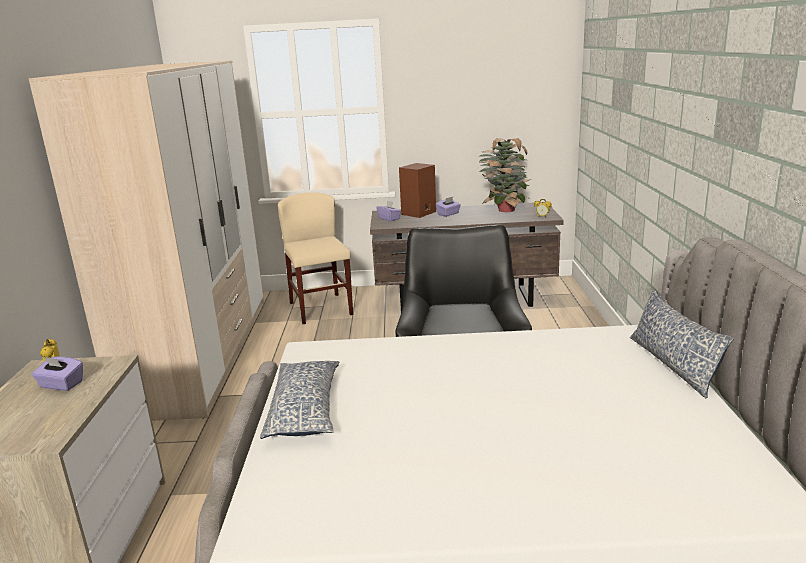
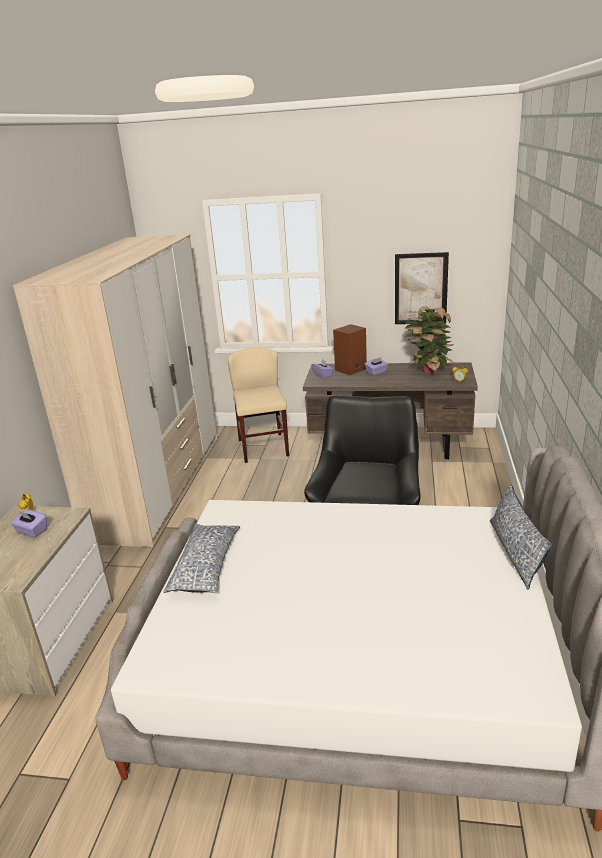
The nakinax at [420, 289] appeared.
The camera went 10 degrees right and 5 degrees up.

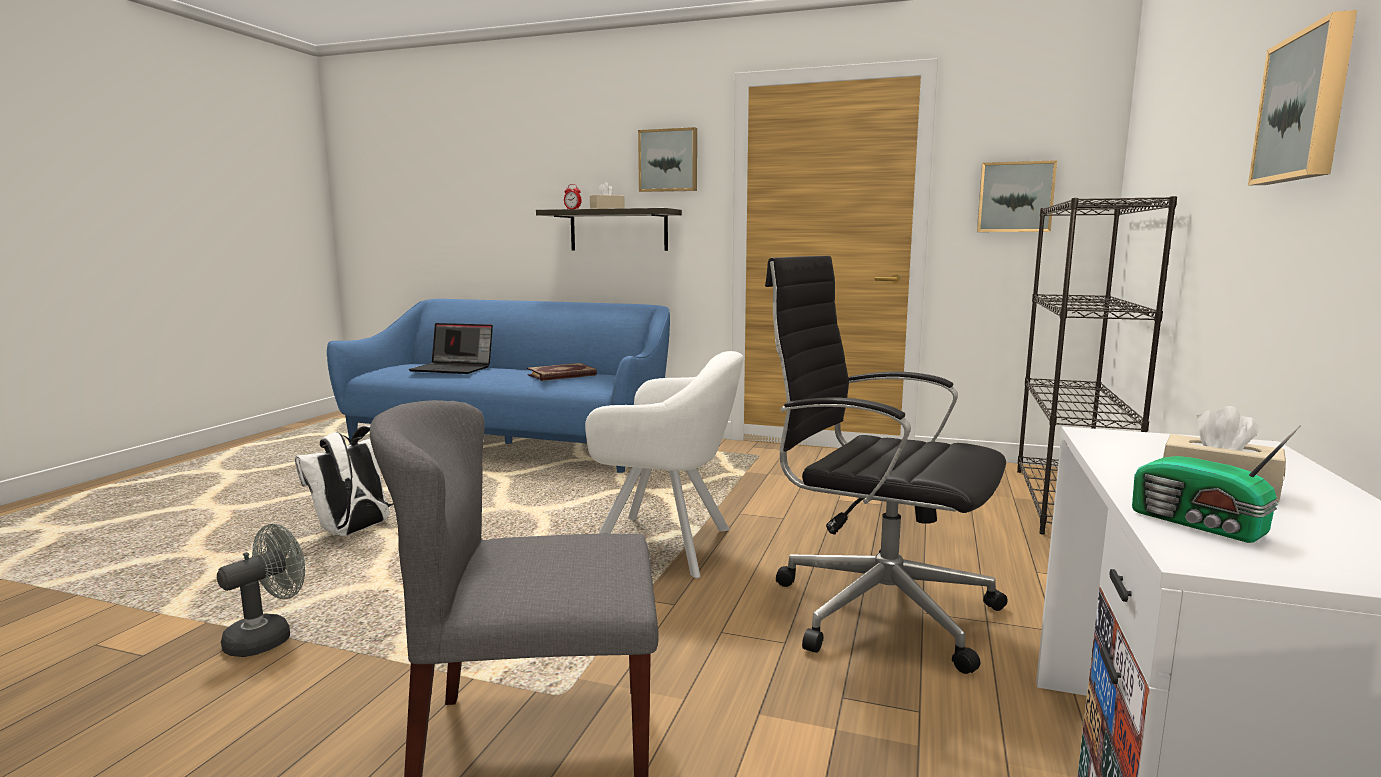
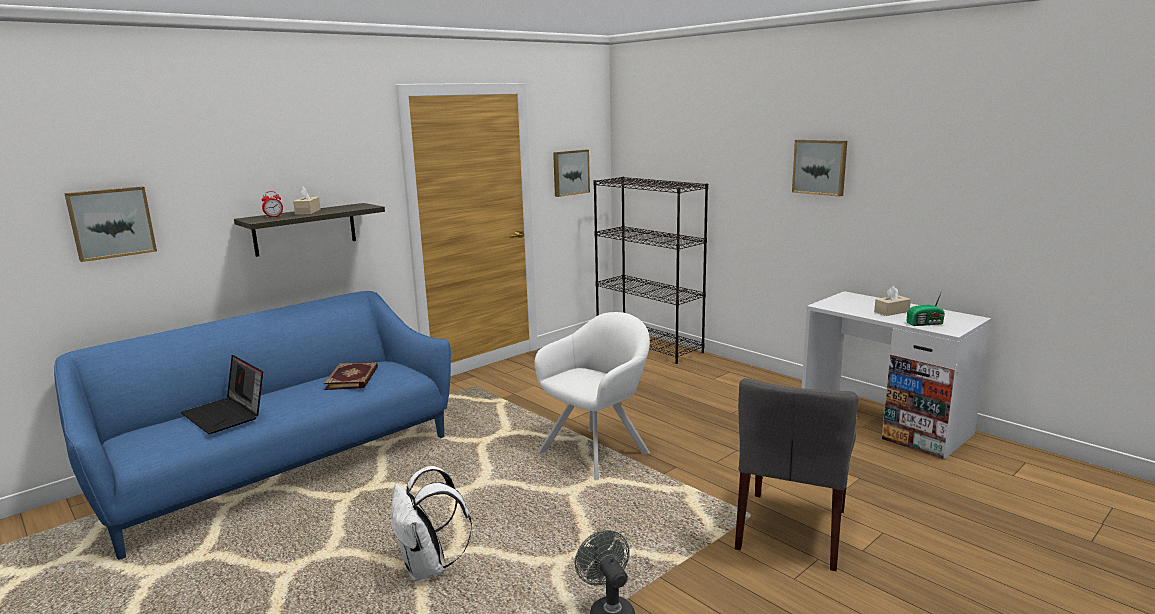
The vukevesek at [454, 368] turned 90 degrees clockwise.
The nakinax moved from [668, 160] to [111, 222].
The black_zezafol at [877, 608] disappeared.
The camera went 60 degrees left and 5 degrees up.

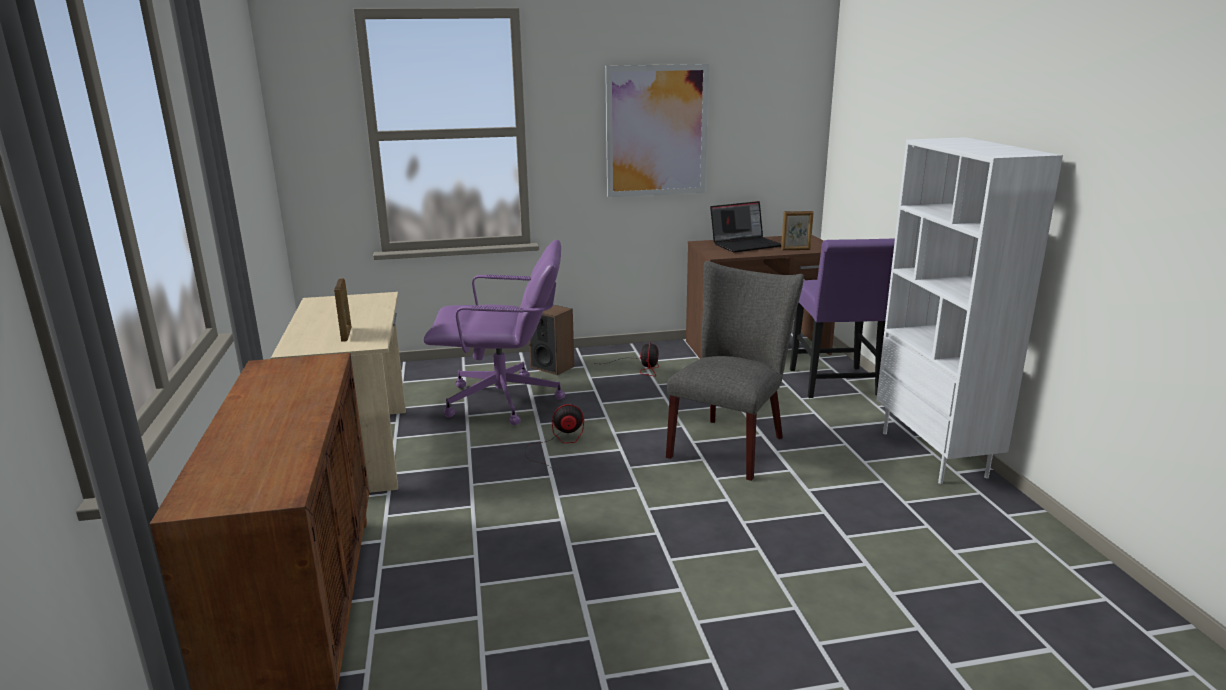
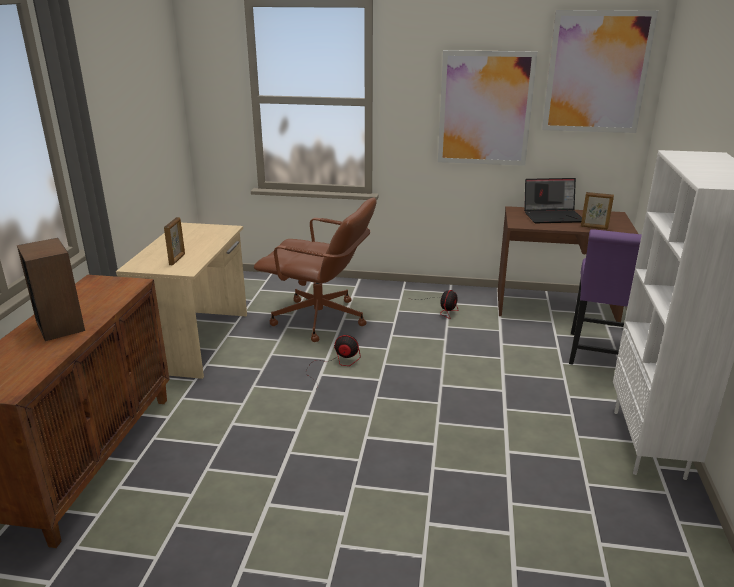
The purple_zezafol at [504, 401] became the brown_zezafol at [320, 320].
The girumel moved from [552, 367] to [60, 326].
The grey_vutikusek at [730, 444] disappeared.
The nakinax at [596, 72] appeared.
The camera went 20 degrees right and 5 degrees up.

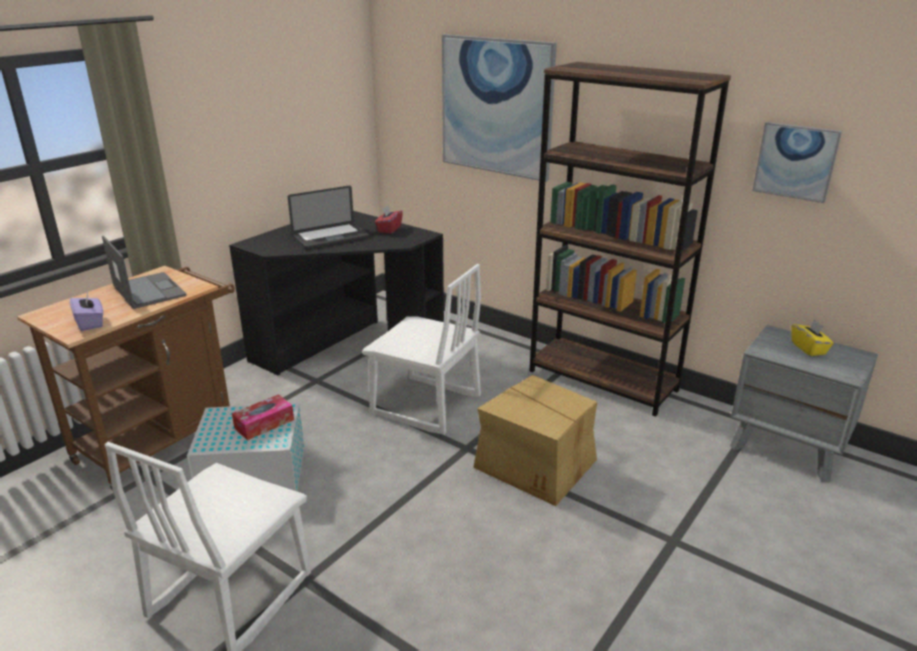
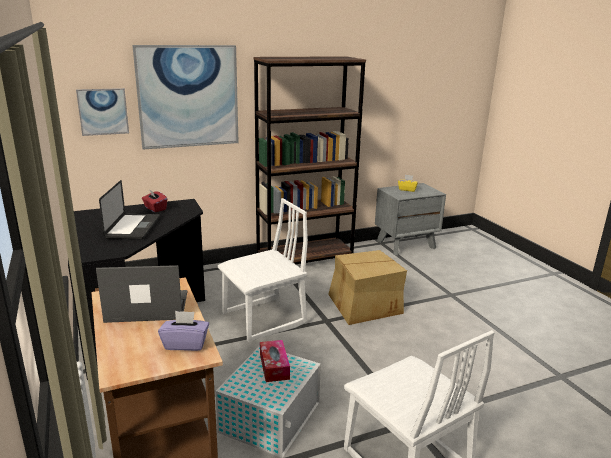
The nakinax moved from [795, 161] to [103, 111].
The camera went 60 degrees left and 5 degrees down.

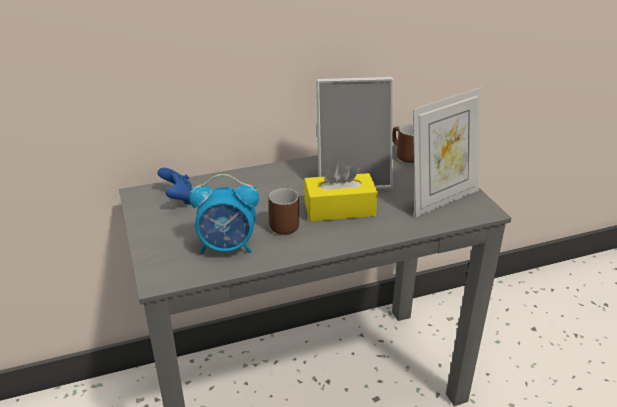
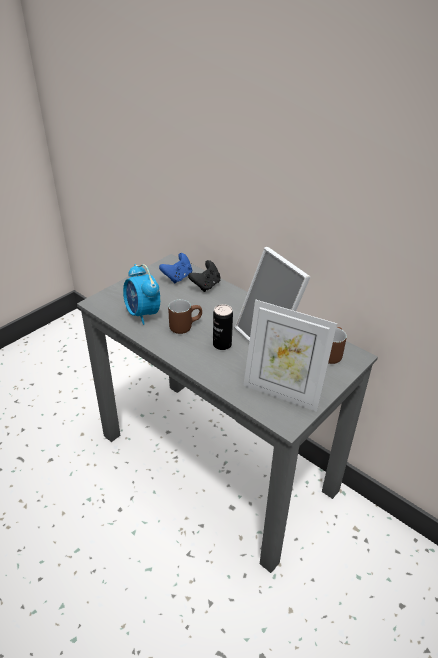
The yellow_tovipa at [339, 209] was replaced by the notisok at [222, 344].
The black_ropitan at [206, 285] appeared.
The camera went 60 degrees right and 5 degrees up.

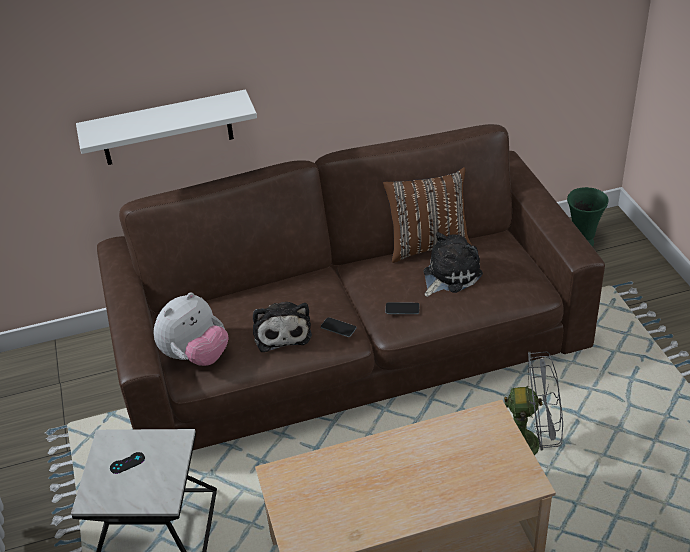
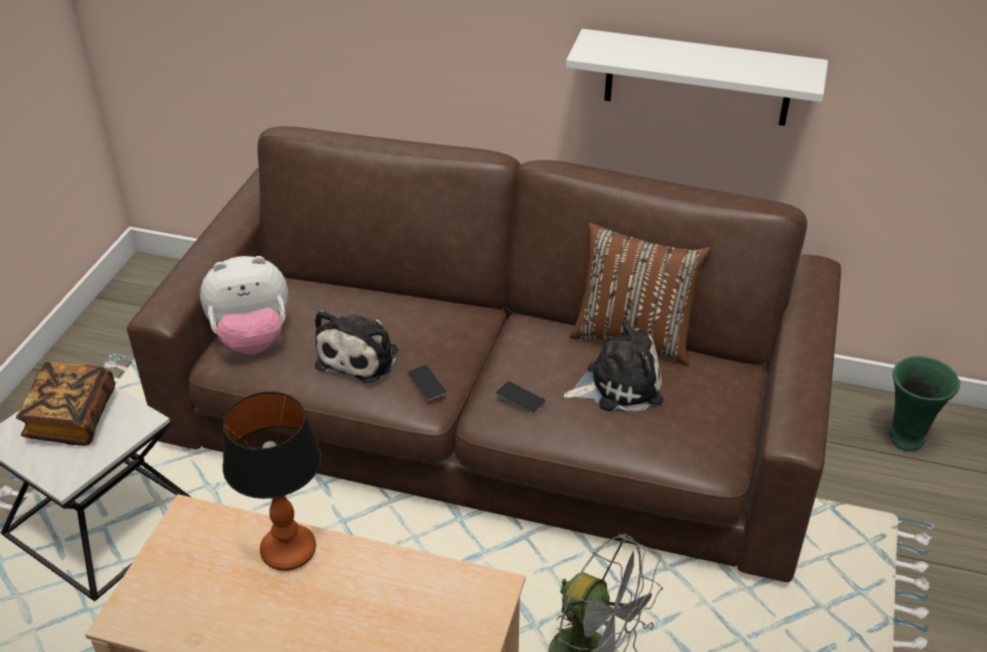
The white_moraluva moved from [166, 128] to [697, 78].
The black_ropitan at [127, 463] was replaced by the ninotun at [72, 418].
The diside at [290, 551] appeared.
The camera went 30 degrees right and 0 degrees up.

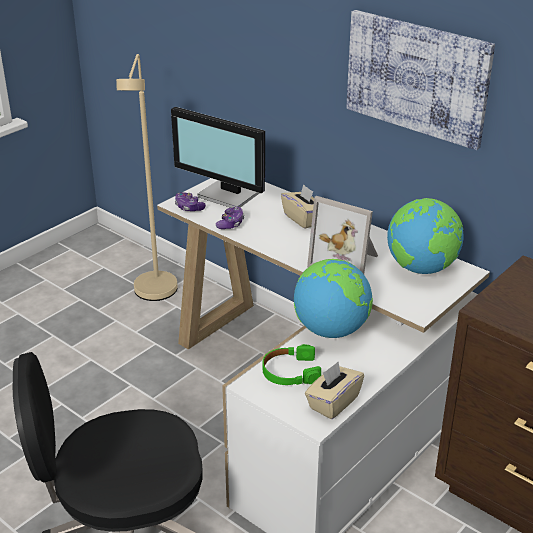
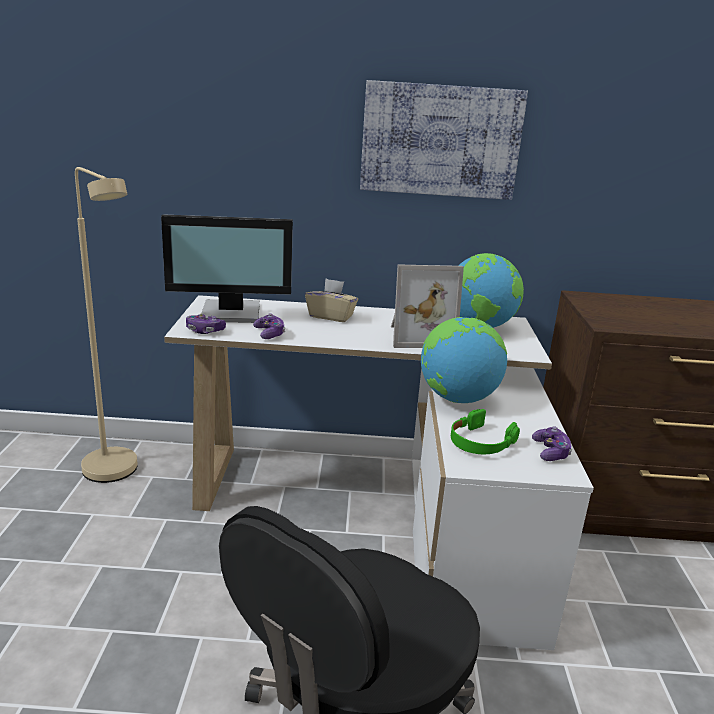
The beige_tovipa at [333, 402] was replaced by the ropitan at [550, 452].
The camera went 40 degrees left and 10 degrees down.

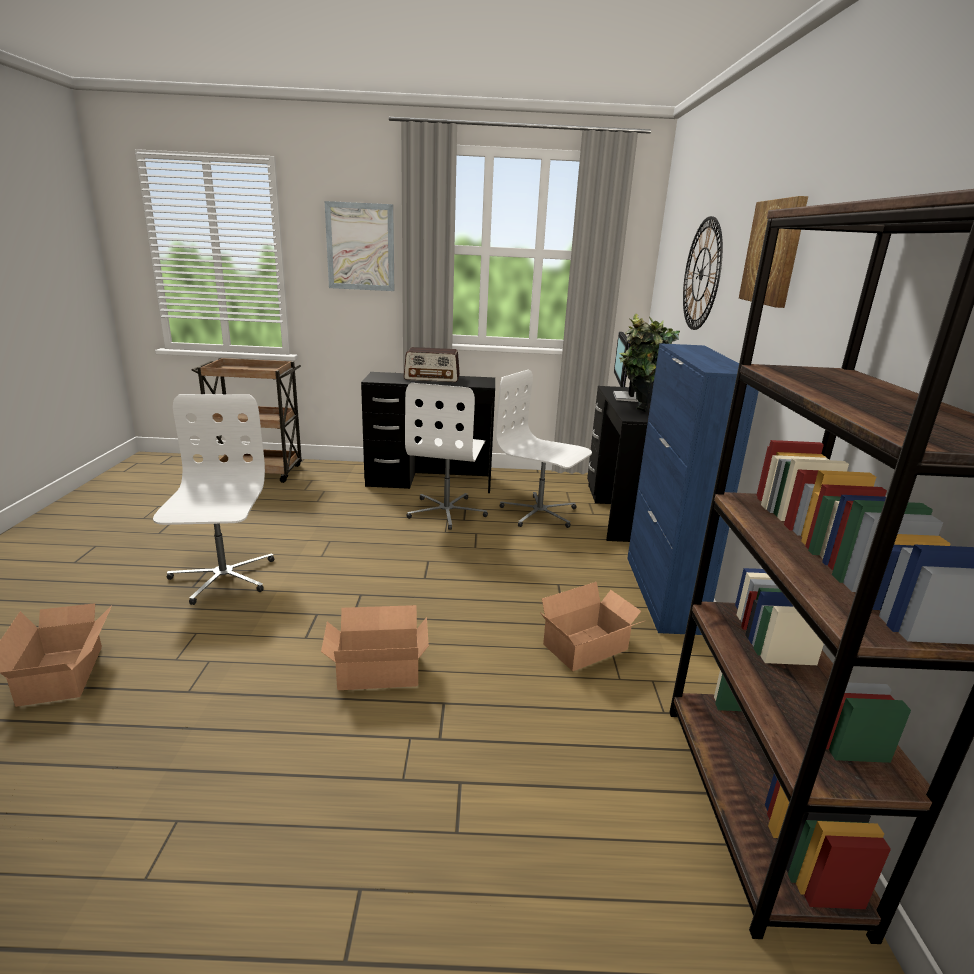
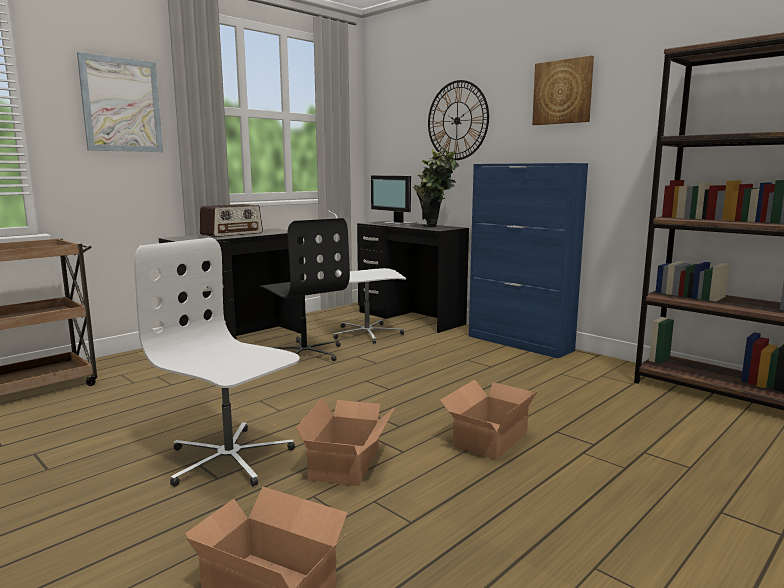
The white_zezafol at [447, 512] became the black_zezafol at [305, 353].
The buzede moved from [589, 648] to [349, 462].
The camera went 45 degrees left and 10 degrees down.

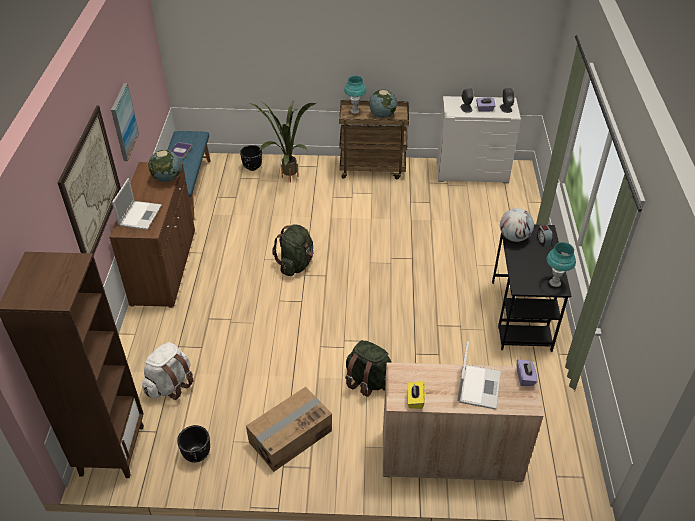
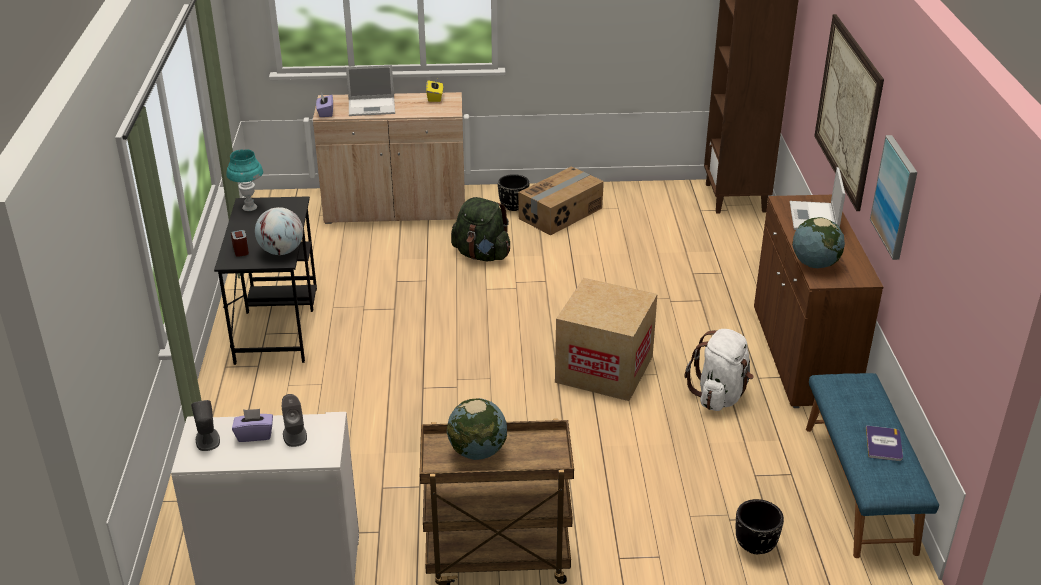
The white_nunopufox moved from [170, 385] to [720, 395].
The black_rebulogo moved from [197, 454] to [513, 207].
The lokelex at [285, 178] disappeared.
The green_nunopufox at [296, 264] was replaced by the buzede at [604, 369].
The turquoise_diside at [355, 111] disappeared.
The vukevesek at [478, 385] turned 105 degrees counterclockwise.
The camera went 175 degrees right and 10 degrees down.

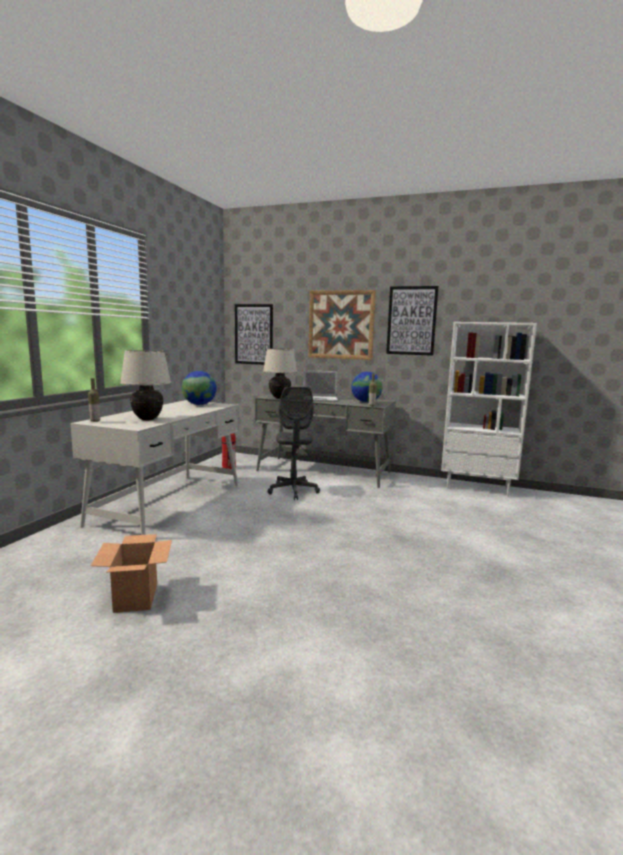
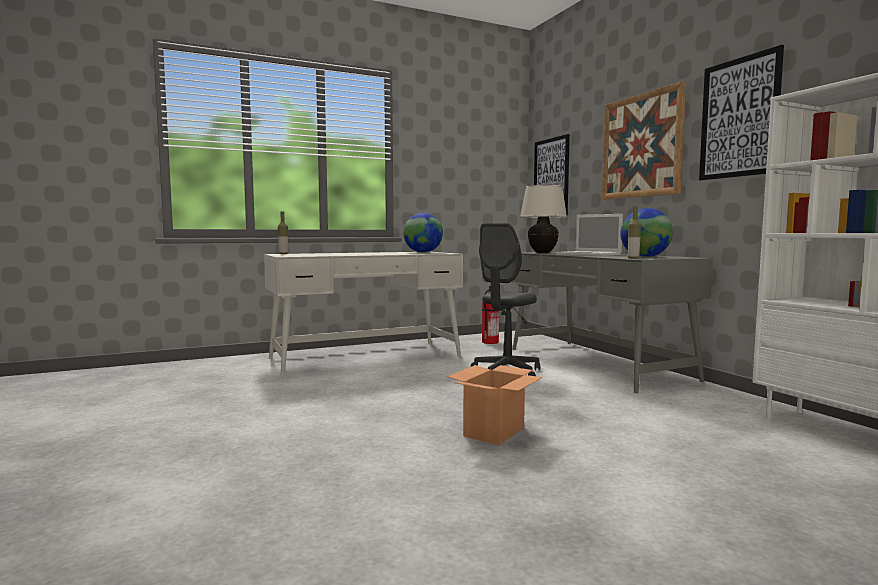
The buzede moved from [136, 597] to [494, 432].
The beige_diside at [147, 419] disappeared.
The camera went 45 degrees right and 5 degrees down.

